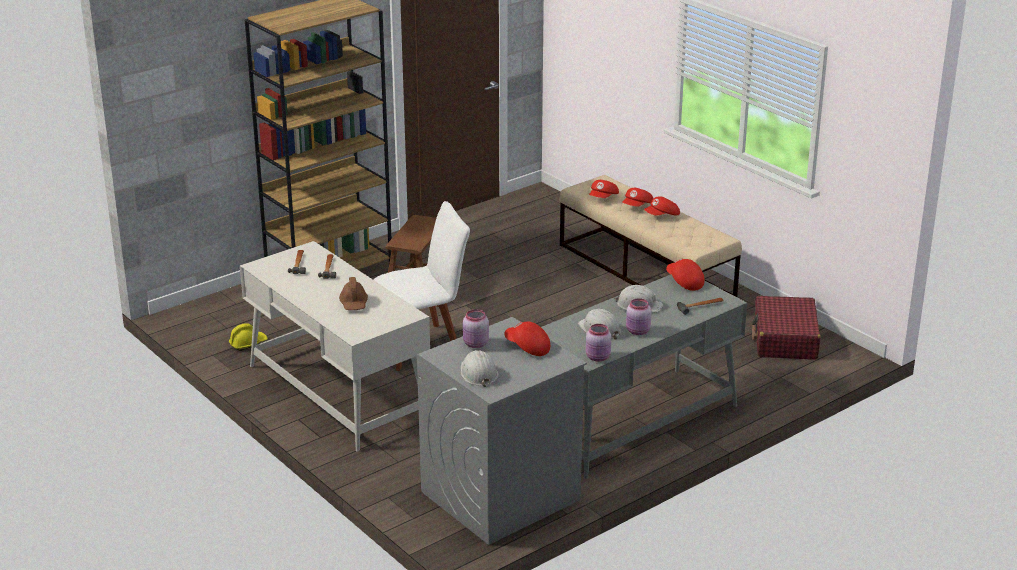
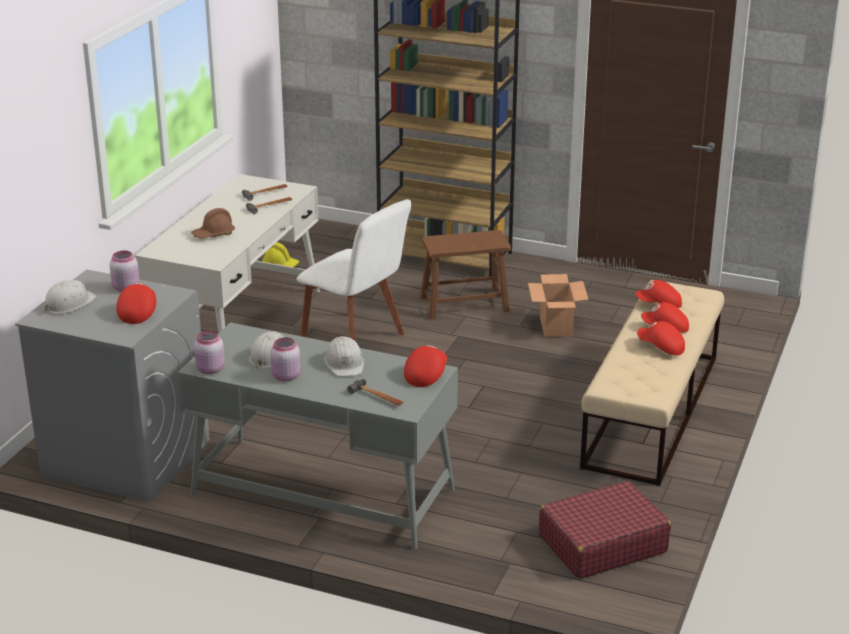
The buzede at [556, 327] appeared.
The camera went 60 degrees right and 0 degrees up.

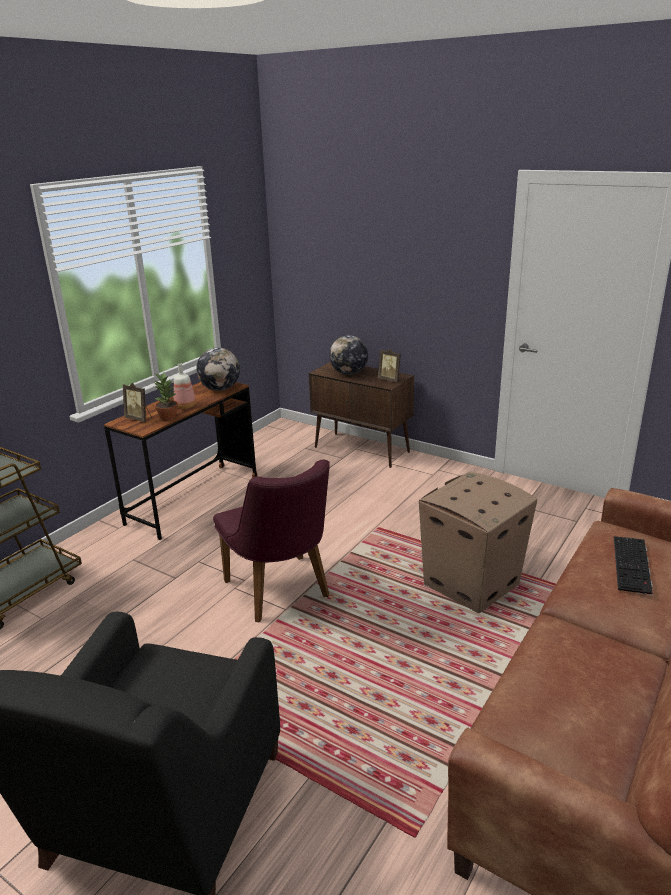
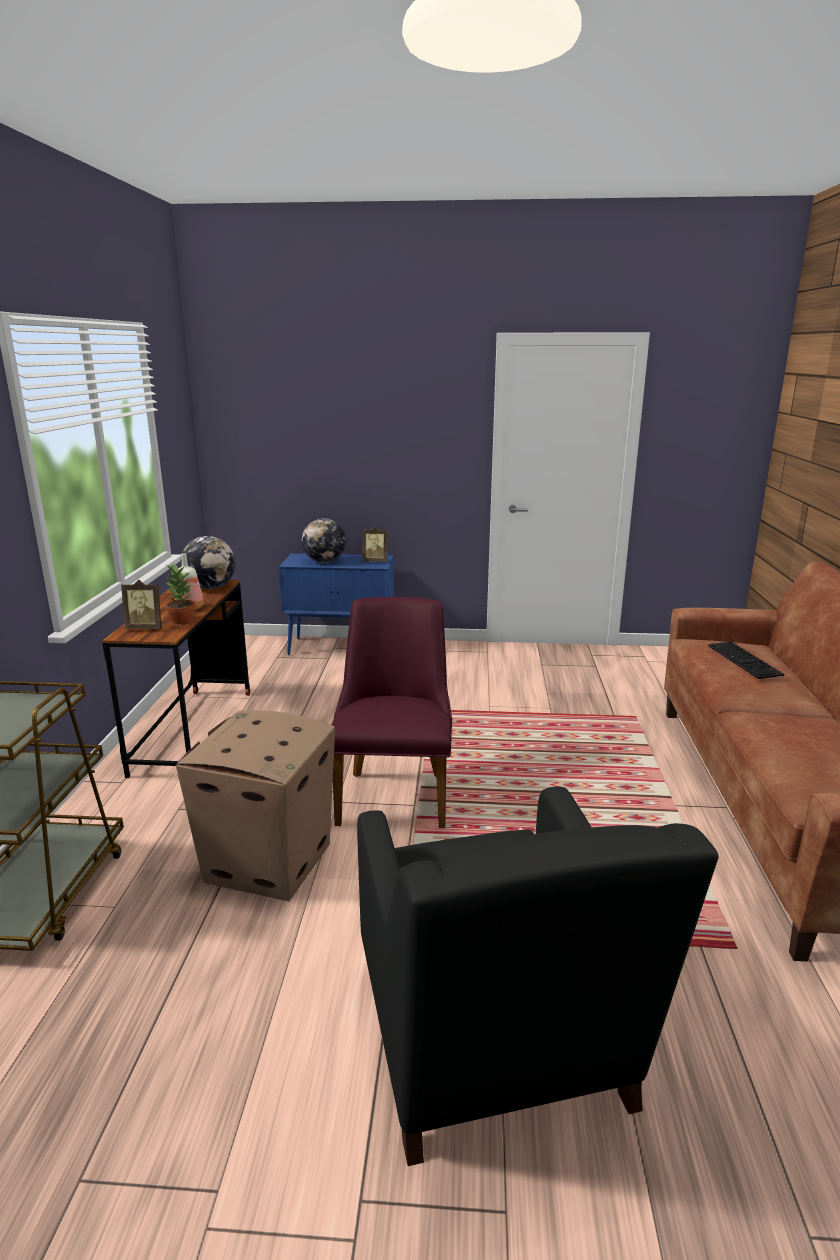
The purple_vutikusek at [282, 593] turned 120 degrees counterclockwise.
The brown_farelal at [362, 450] became the blue_farelal at [342, 647].
The buzede moved from [470, 585] to [267, 864].
The camera went 30 degrees left and 5 degrees down.

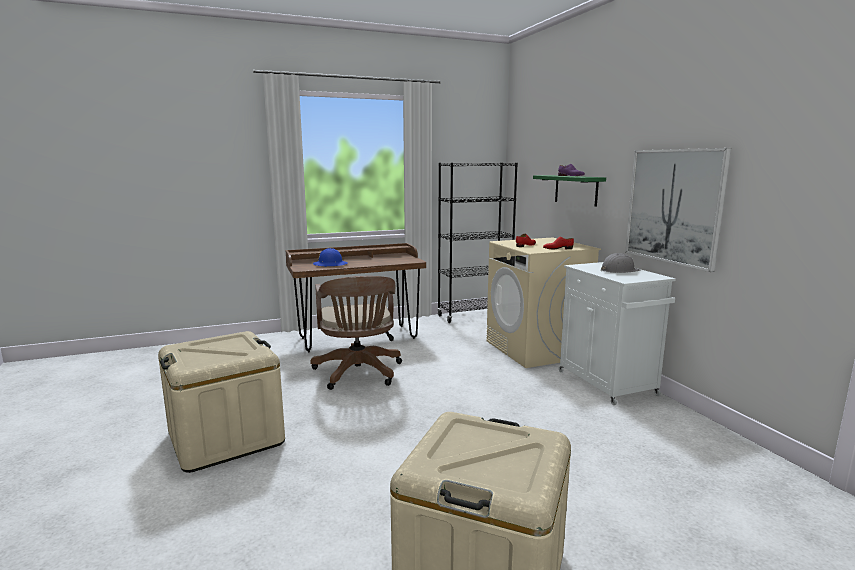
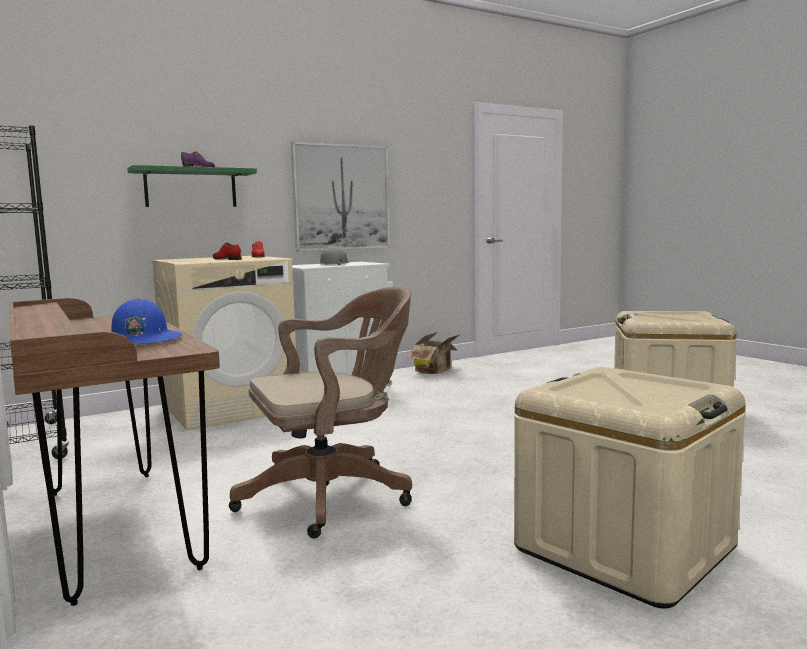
The buzede at [436, 371] appeared.
The camera went 100 degrees left and 5 degrees down.

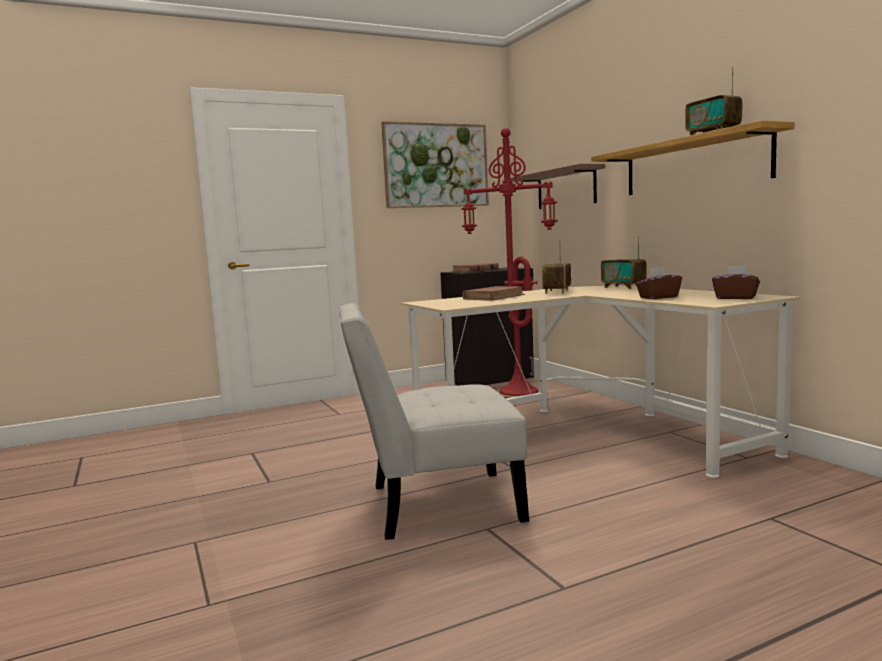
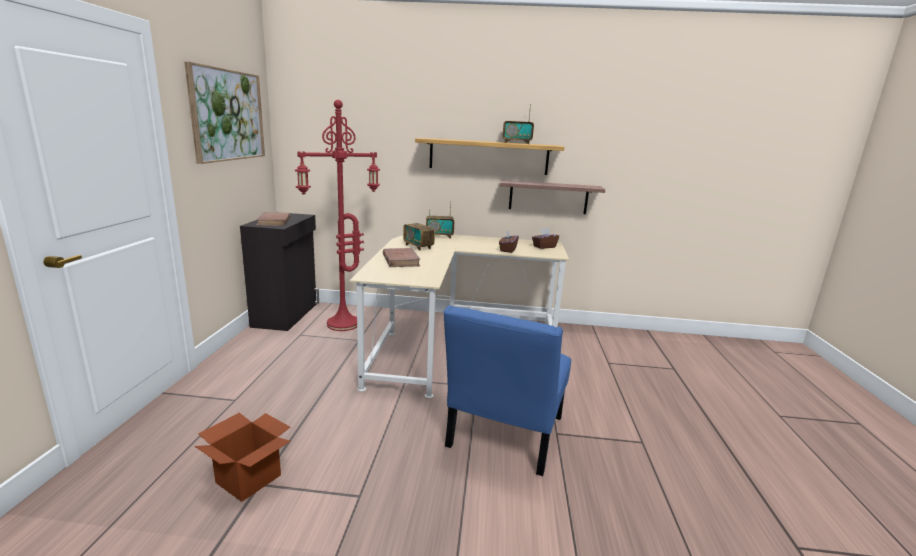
The white_vutikusek at [434, 504] became the blue_vutikusek at [503, 436].
The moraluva moved from [566, 188] to [548, 197].
The buzede at [248, 479] appeared.
The camera went 60 degrees left and 10 degrees up.

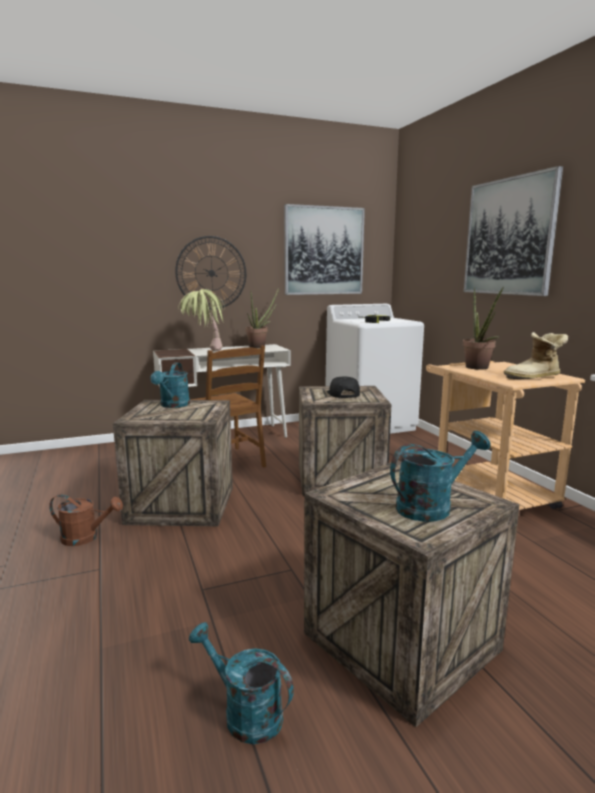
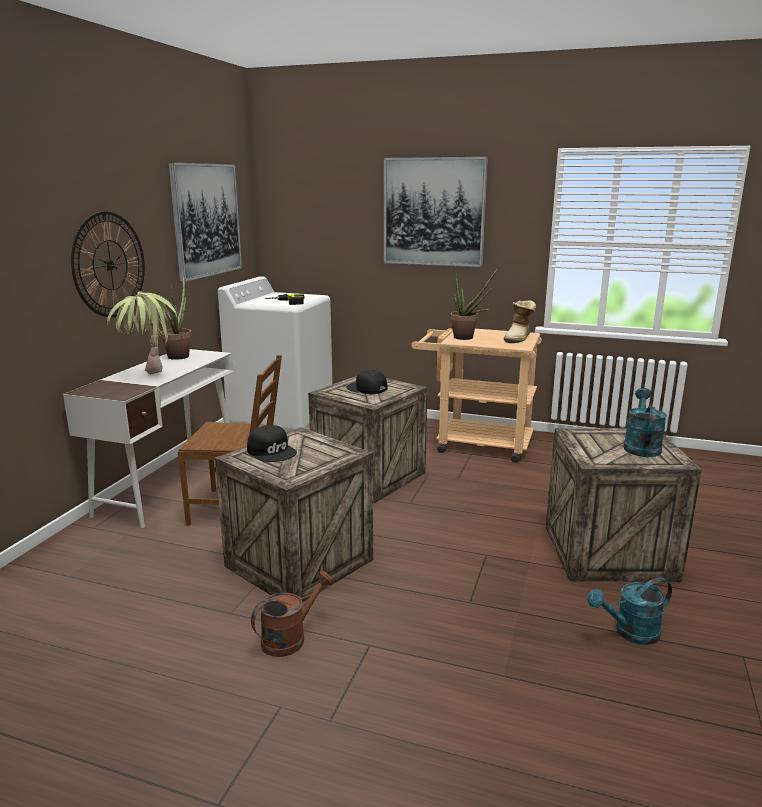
The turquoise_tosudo at [173, 405] was replaced by the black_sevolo at [272, 451].
The camera went 50 degrees left and 5 degrees up.

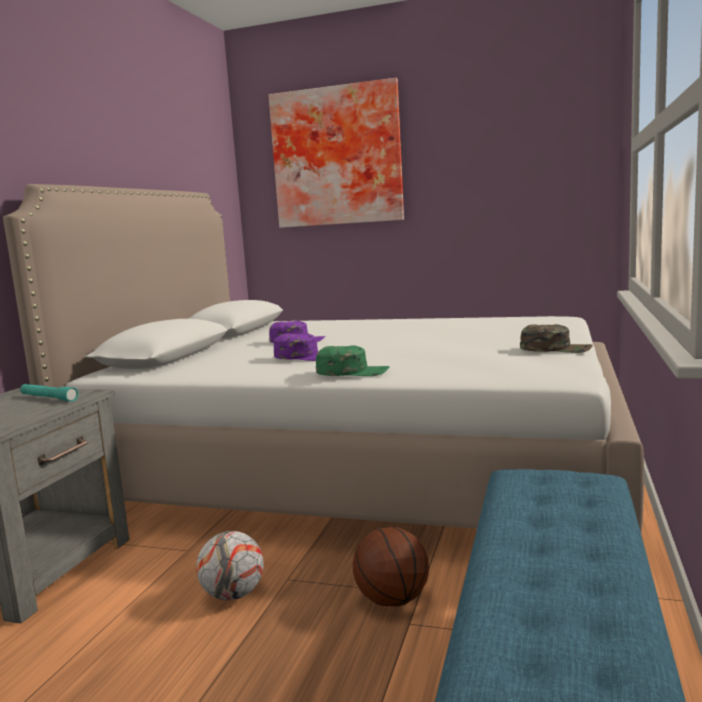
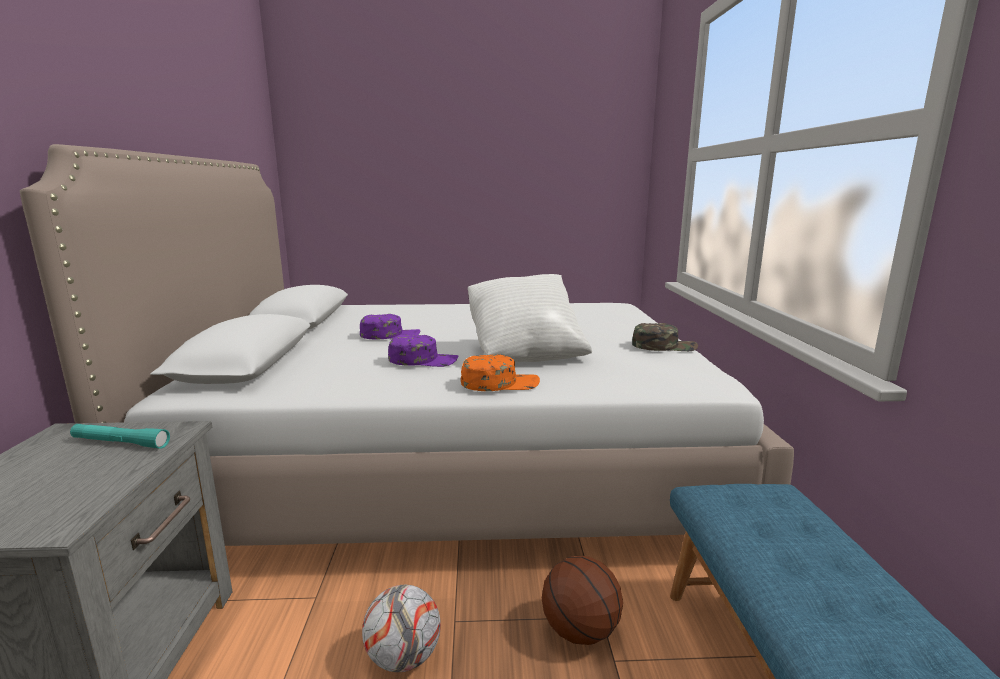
The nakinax at [337, 157] disappeared.
The green_sevolo at [352, 371] became the orange_sevolo at [500, 383].
The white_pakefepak at [525, 353] appeared.
The camera went 20 degrees left and 5 degrees up.

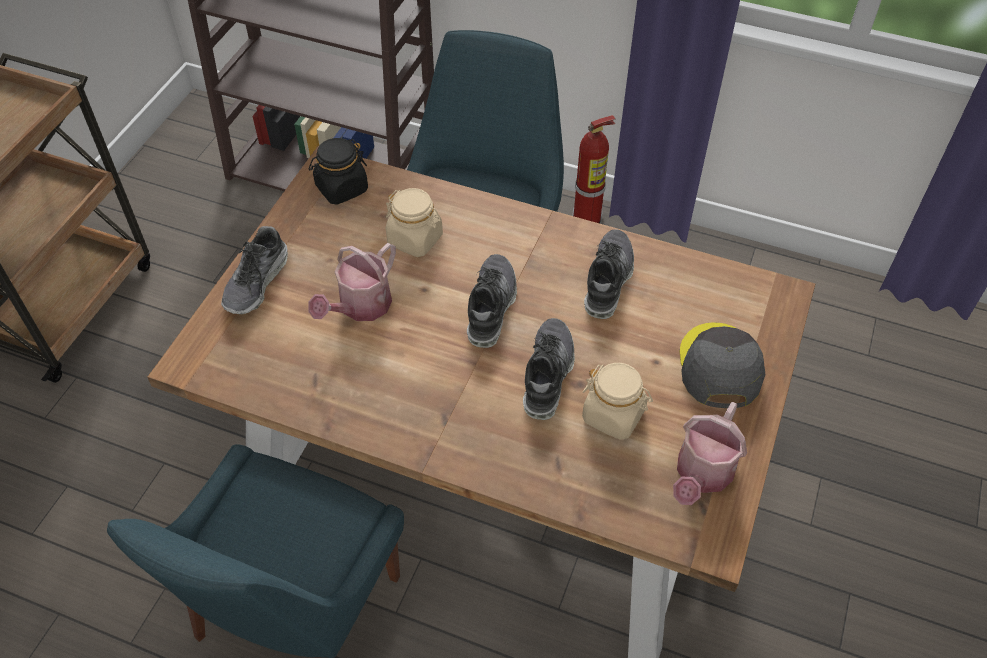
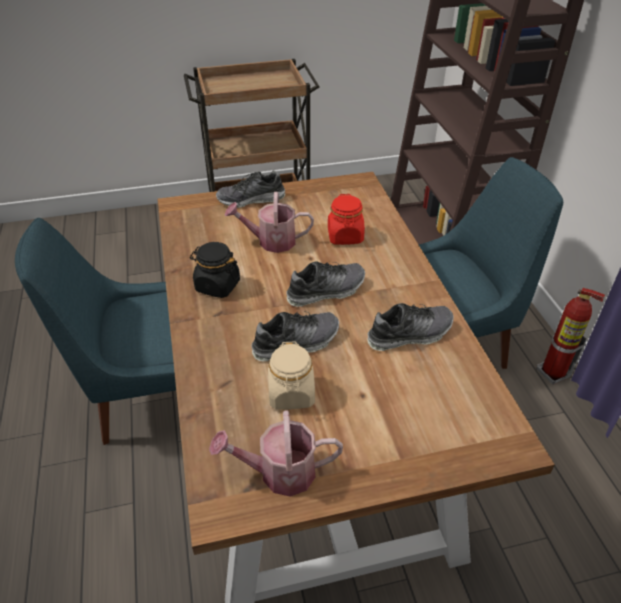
The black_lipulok moved from [341, 188] to [217, 286].
The beige_lipulok at [415, 239] became the red_lipulok at [345, 236].
The grey_sevolo at [719, 367] disappeared.
The camera went 55 degrees right and 10 degrees down.

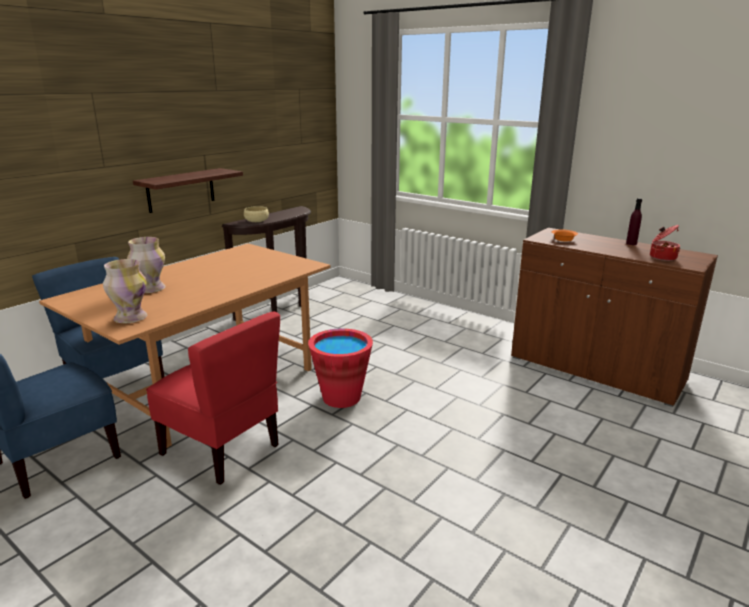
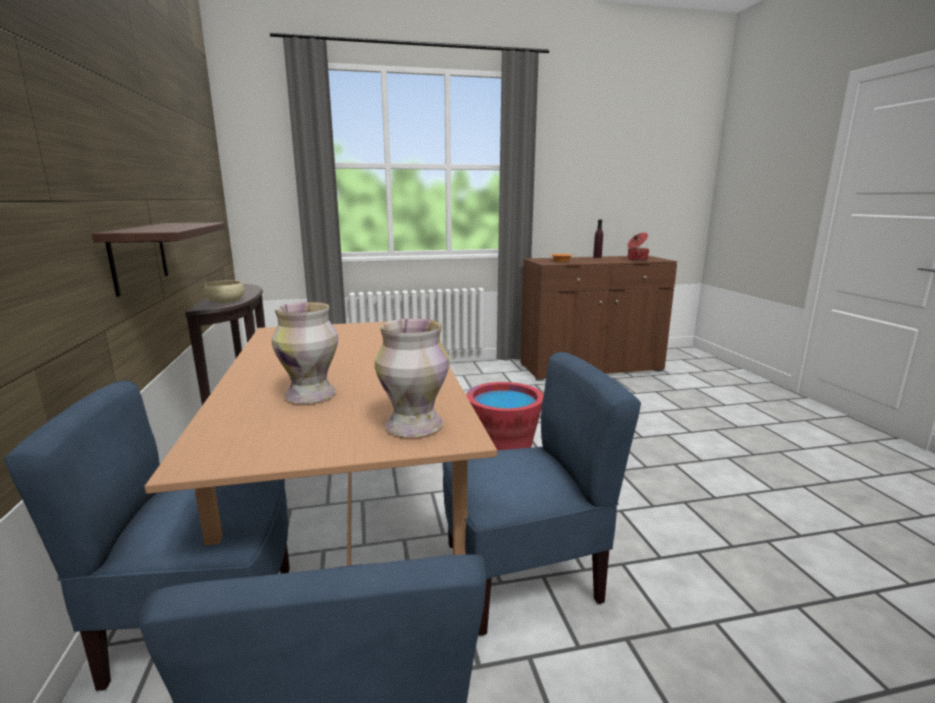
The red_vutikusek at [222, 449] became the blue_vutikusek at [522, 575].
The camera went 50 degrees left and 5 degrees down.

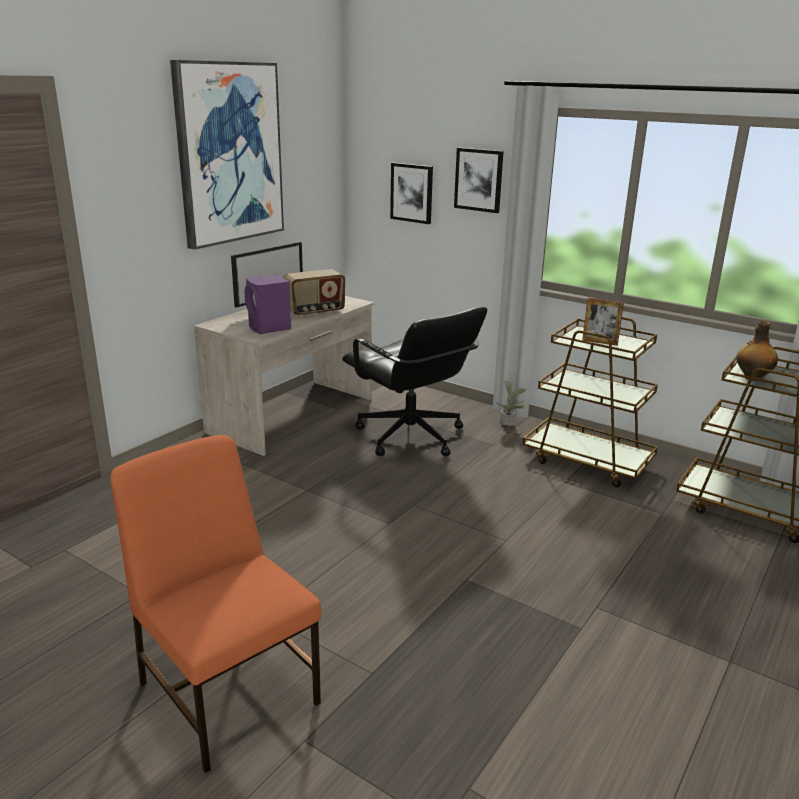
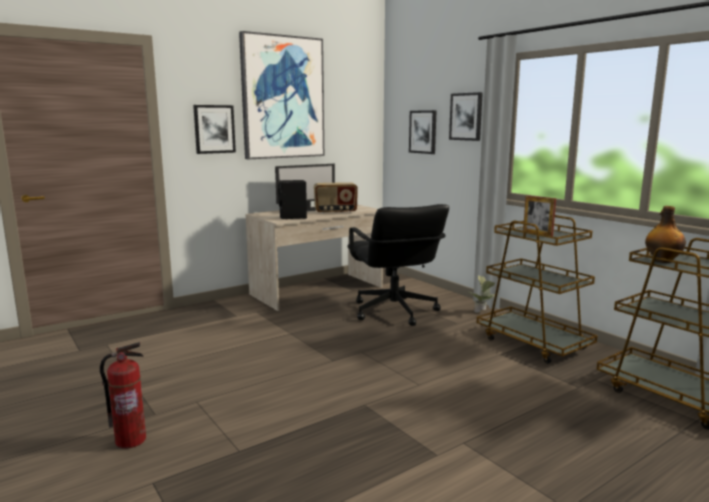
The orange_vutikusek at [228, 690] was replaced by the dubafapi at [131, 440].
The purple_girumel at [270, 328] became the black_girumel at [293, 217].
The nakinax at [214, 129] appeared.
The camera went 20 degrees right and 10 degrees down.

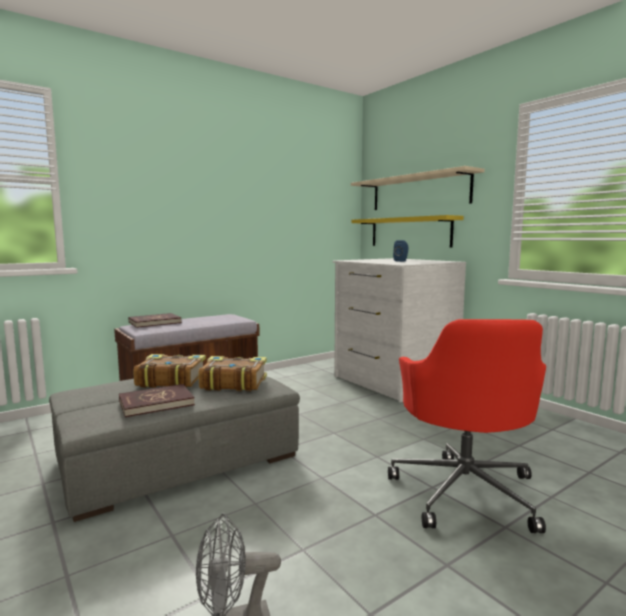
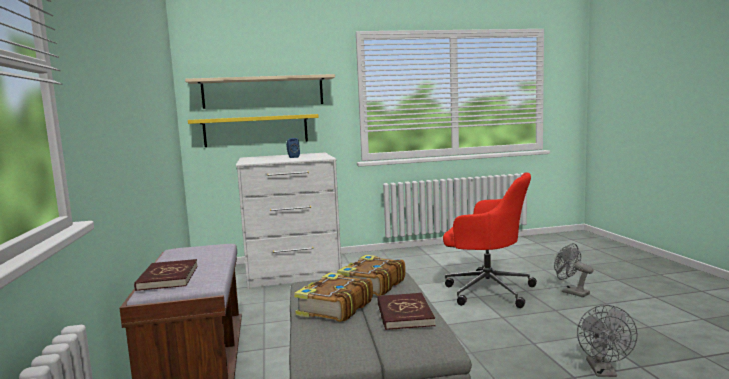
The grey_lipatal at [571, 292] appeared.
The camera went 65 degrees left and 0 degrees up.

